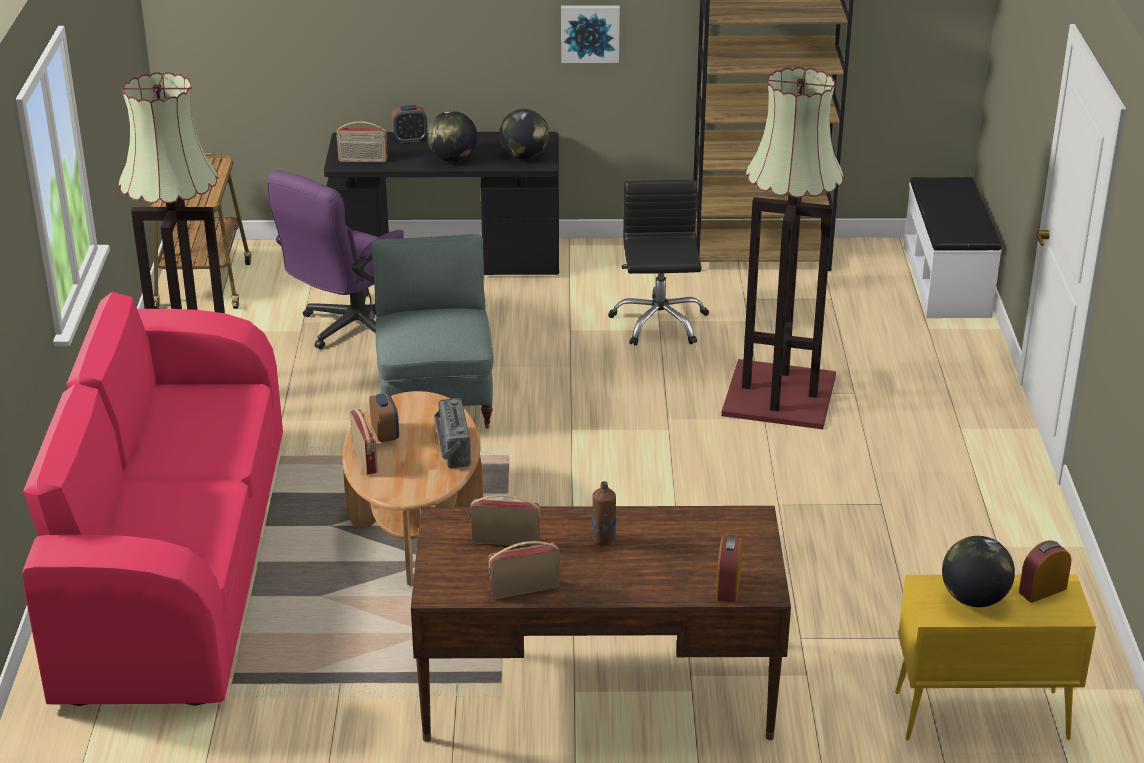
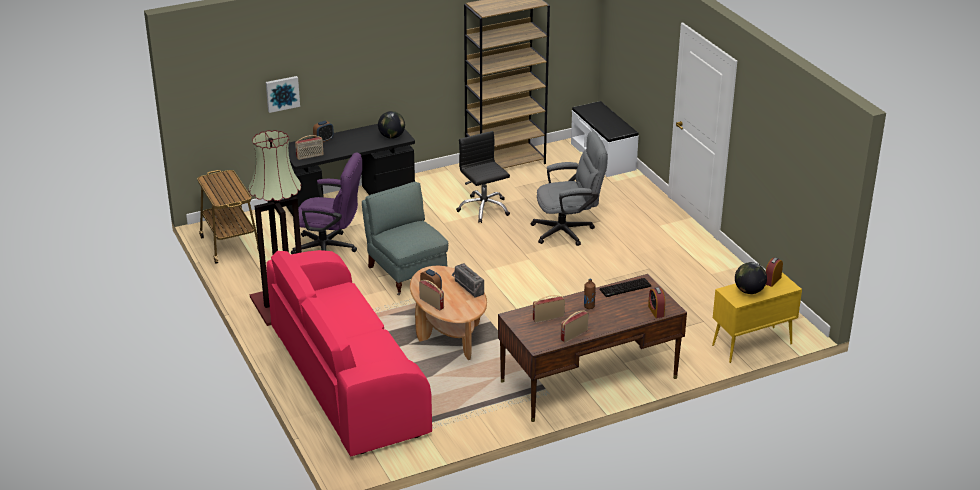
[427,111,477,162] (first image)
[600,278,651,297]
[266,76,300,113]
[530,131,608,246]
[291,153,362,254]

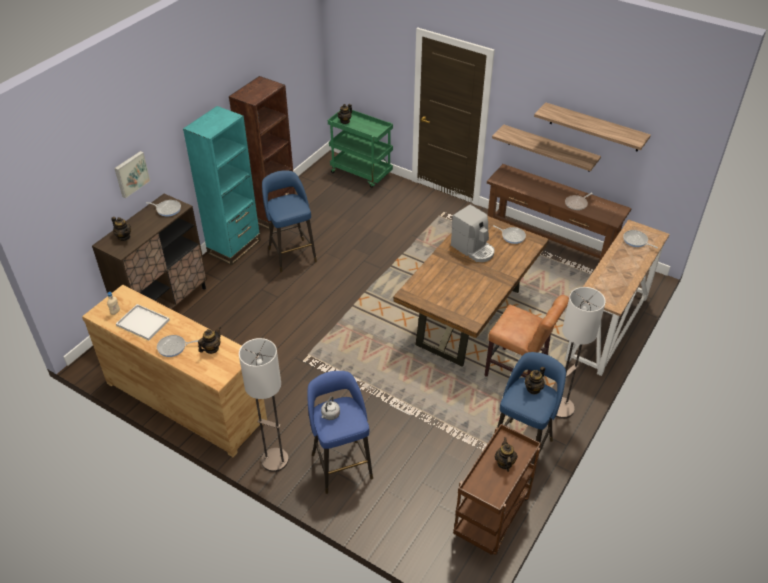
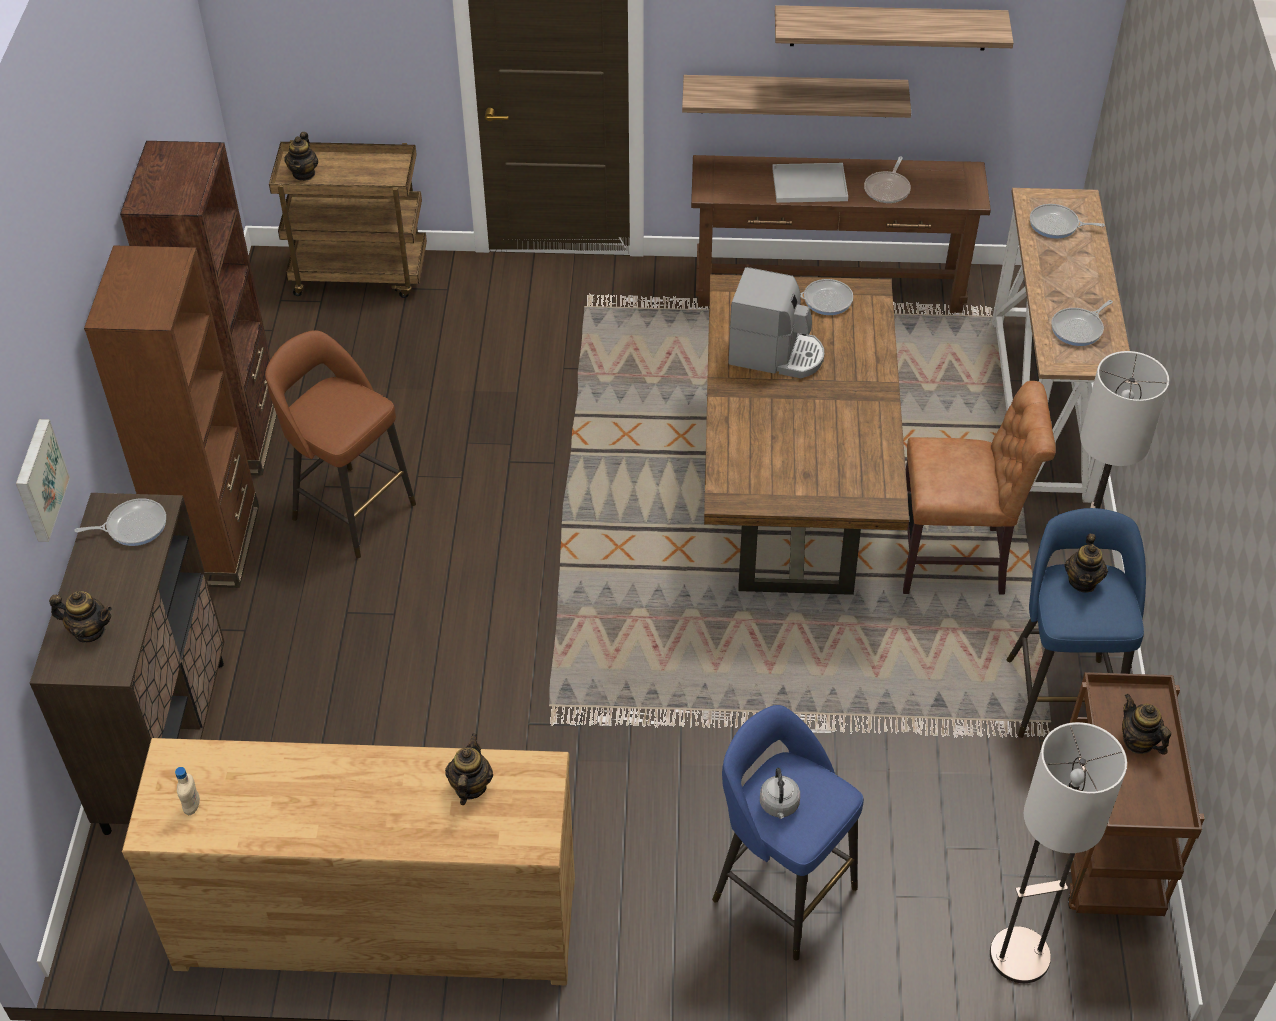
[772,163,848,203]
[1051,300,1113,346]
[990,722,1127,983]
[84,245,259,588]
[265,330,416,558]
[269,140,427,298]

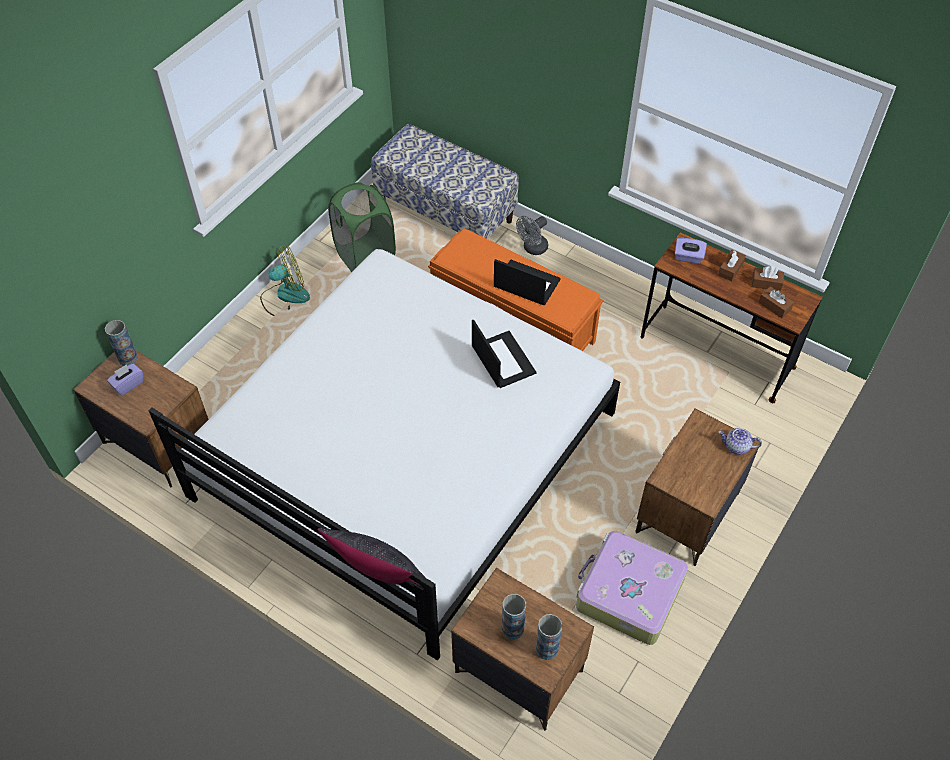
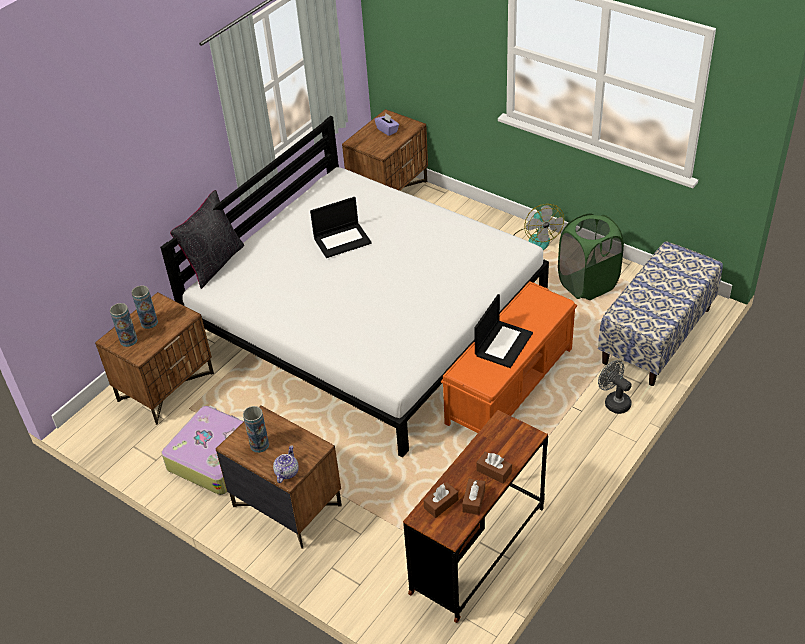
[675,238,707,264] (first image)
[243,406,269,453]
[310,197,371,258]

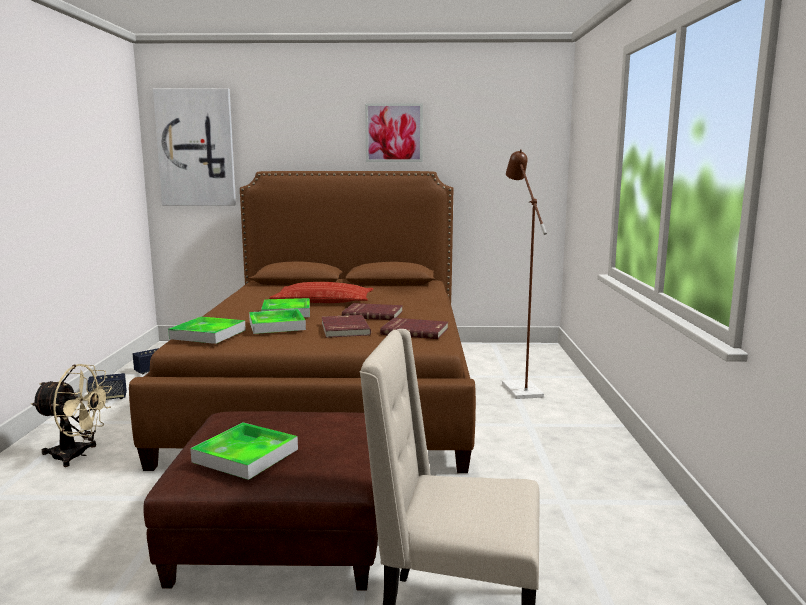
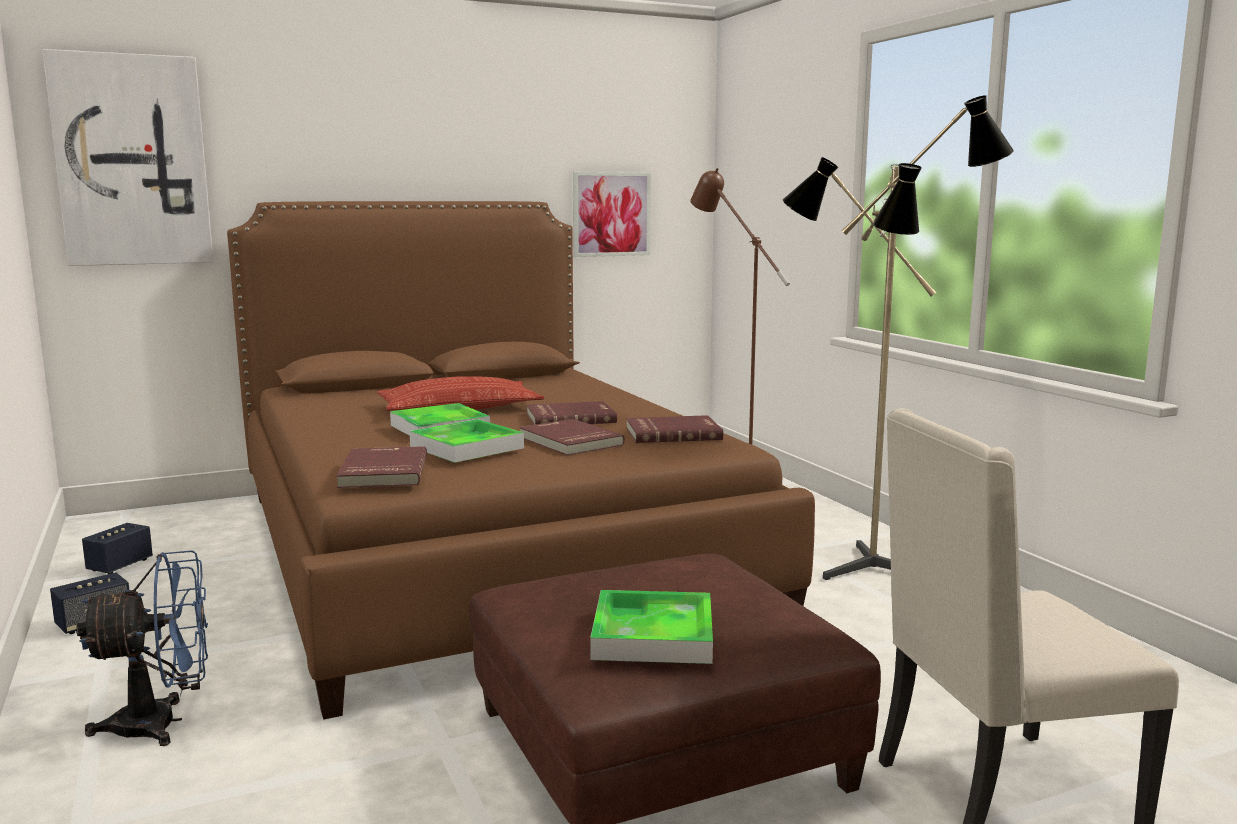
[782,95,1014,580]
[573,172,651,257]
[336,446,427,488]
[76,550,208,746]

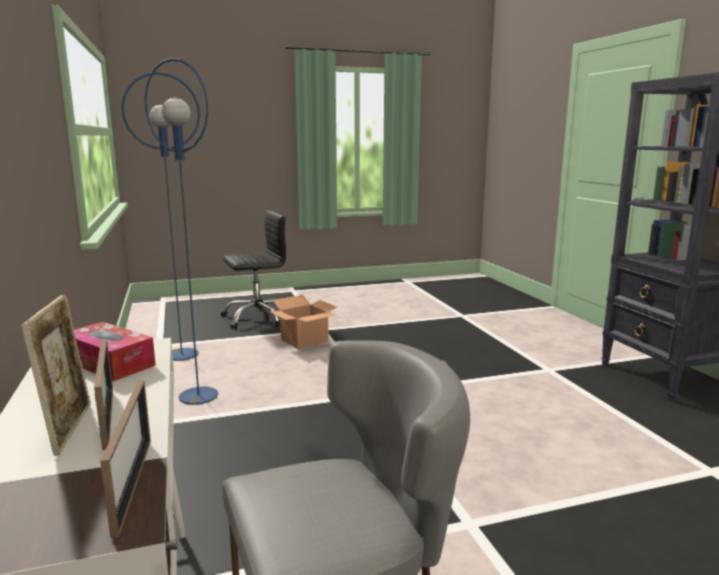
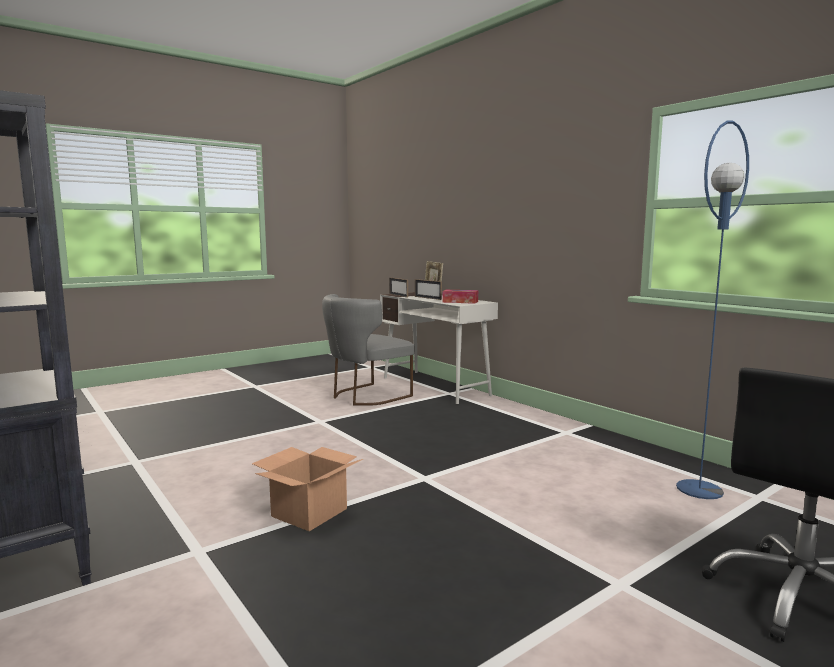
[144,58,218,405] (first image)
[252,447,363,531]

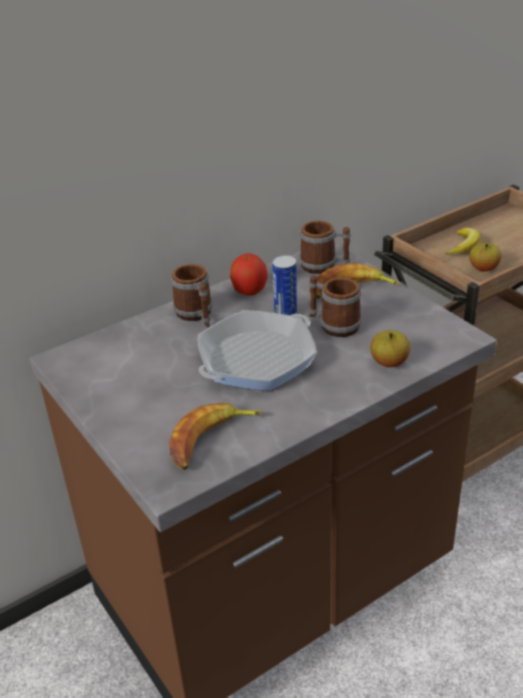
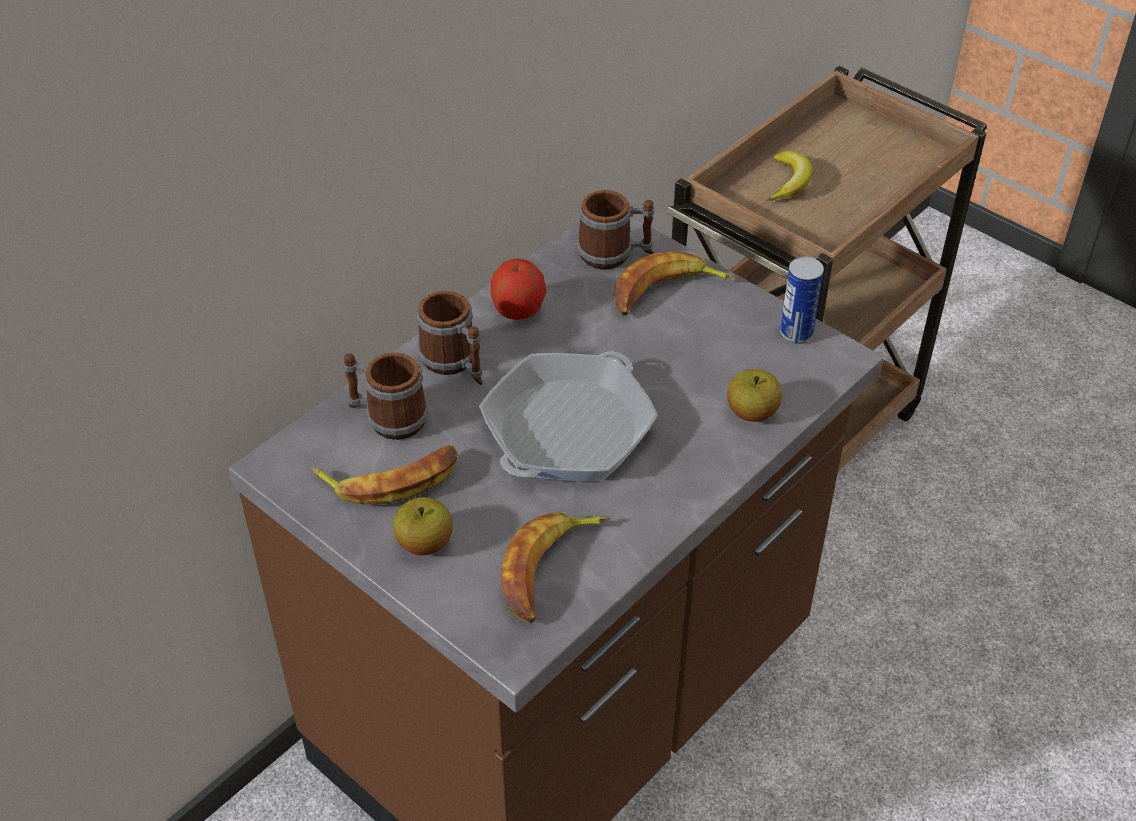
[311,445,457,505]
[780,256,824,344]
[343,352,428,440]
[393,497,453,555]

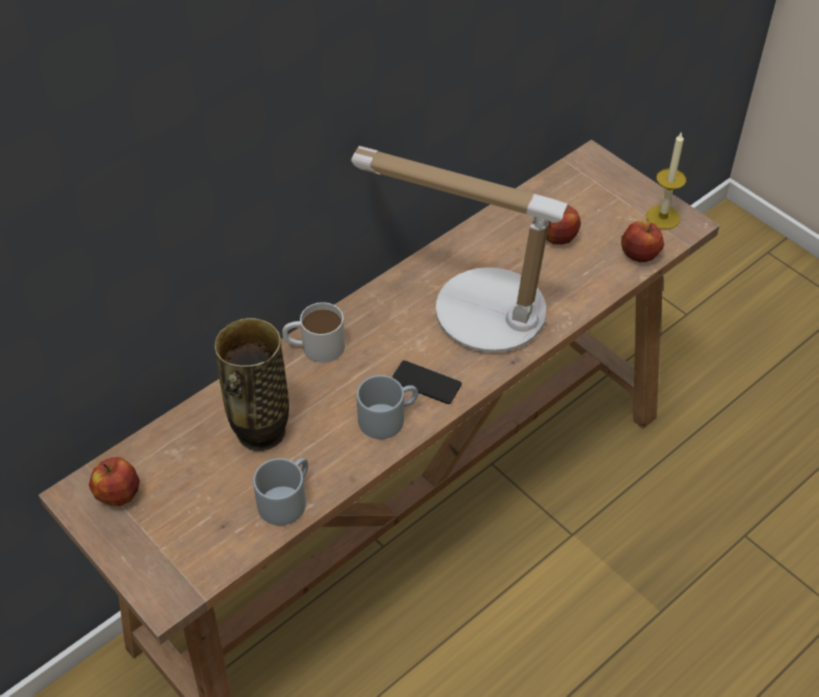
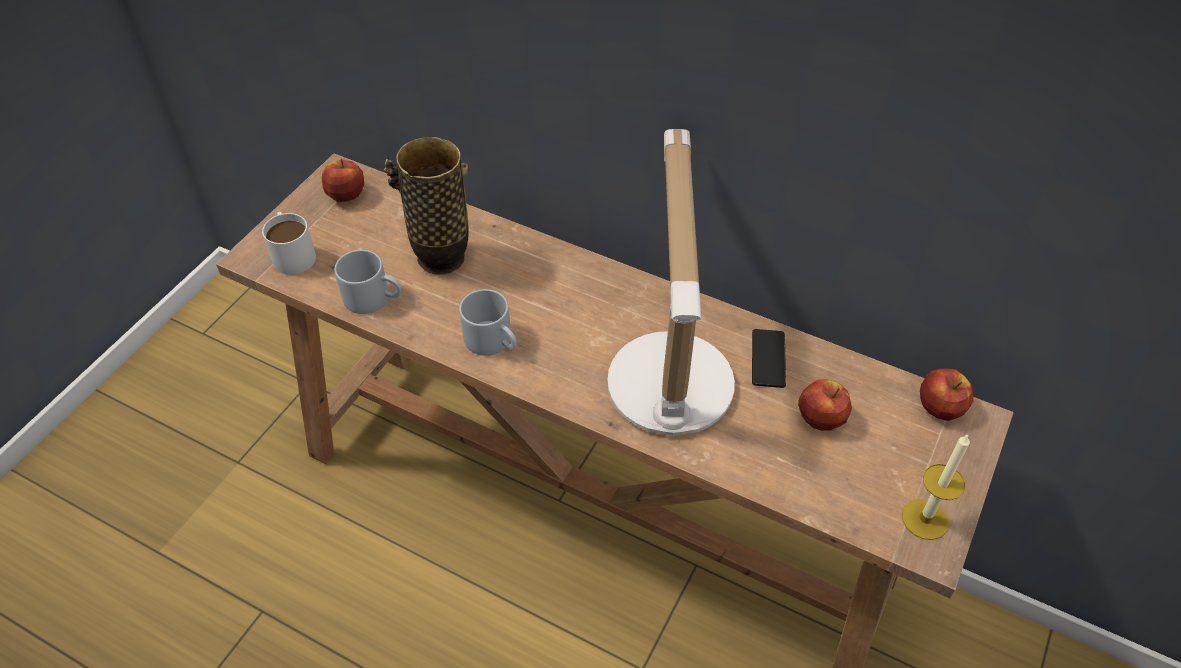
[262,212,316,275]
[752,329,786,388]
[920,368,973,421]

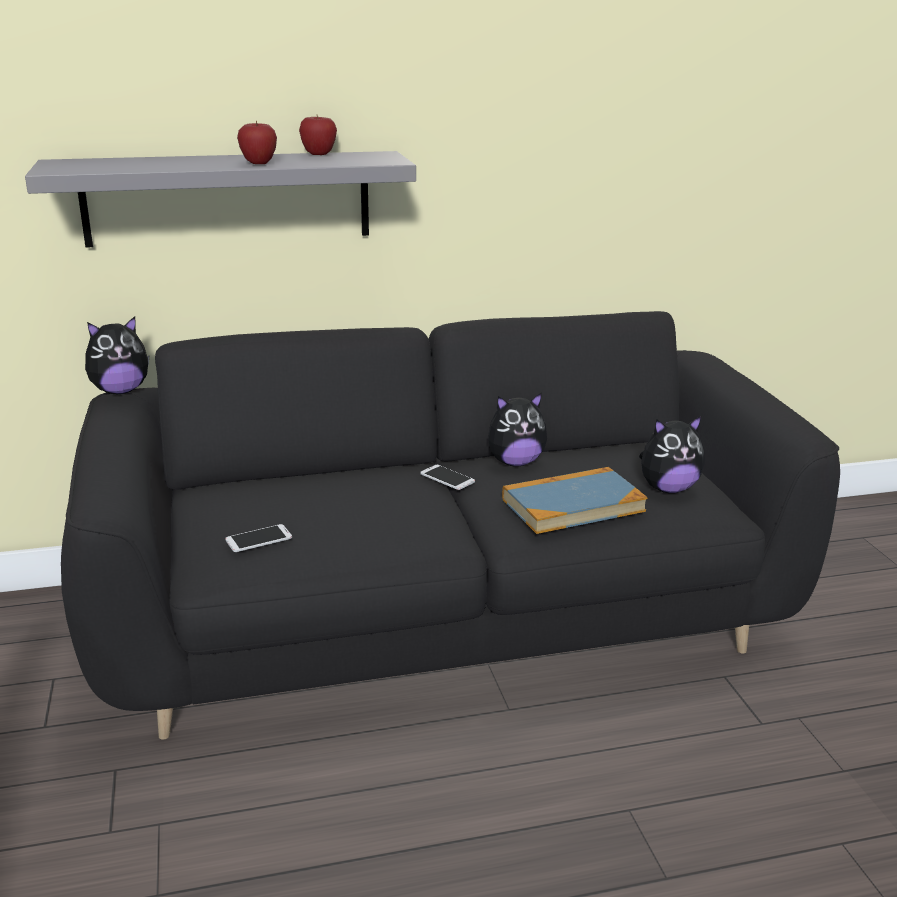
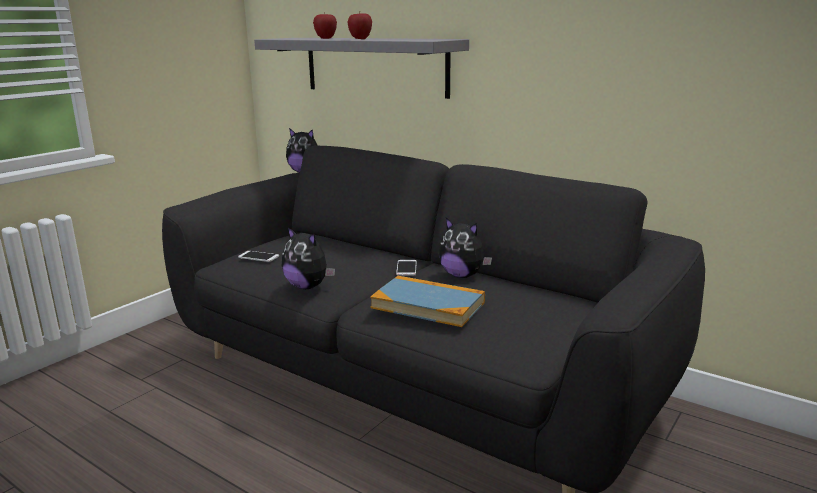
[313,14,337,39]
[282,227,335,289]

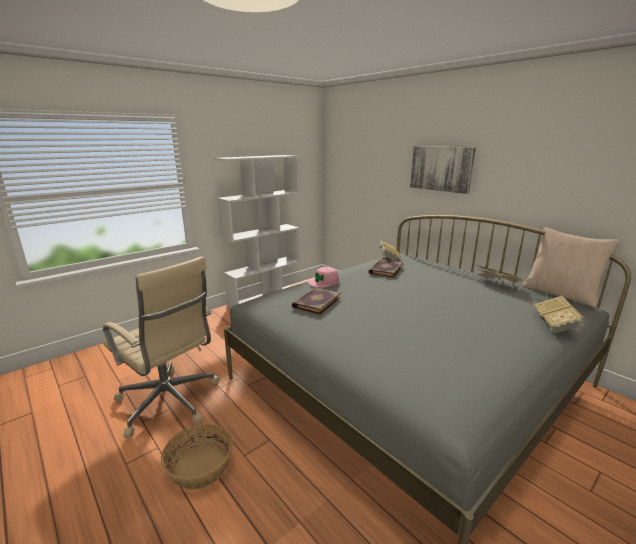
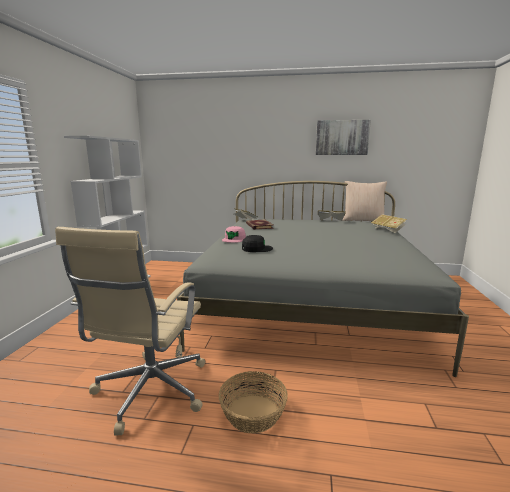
[316,120,371,155]
[242,235,273,252]
[55,227,206,436]

